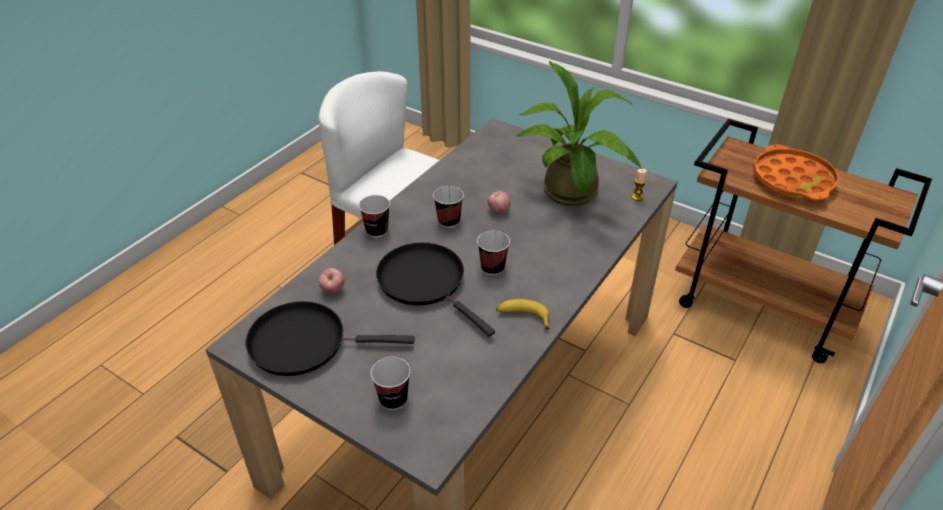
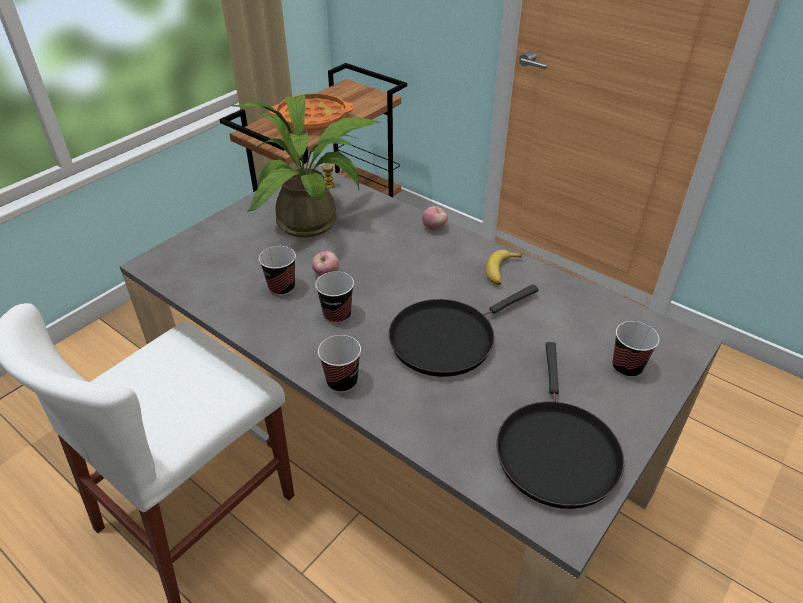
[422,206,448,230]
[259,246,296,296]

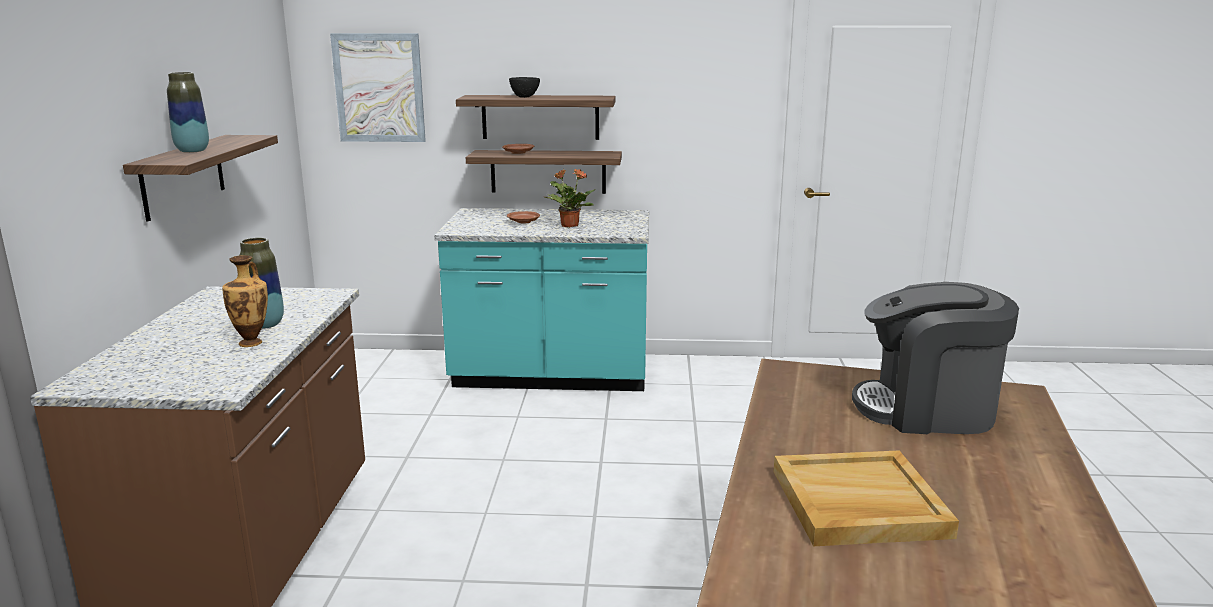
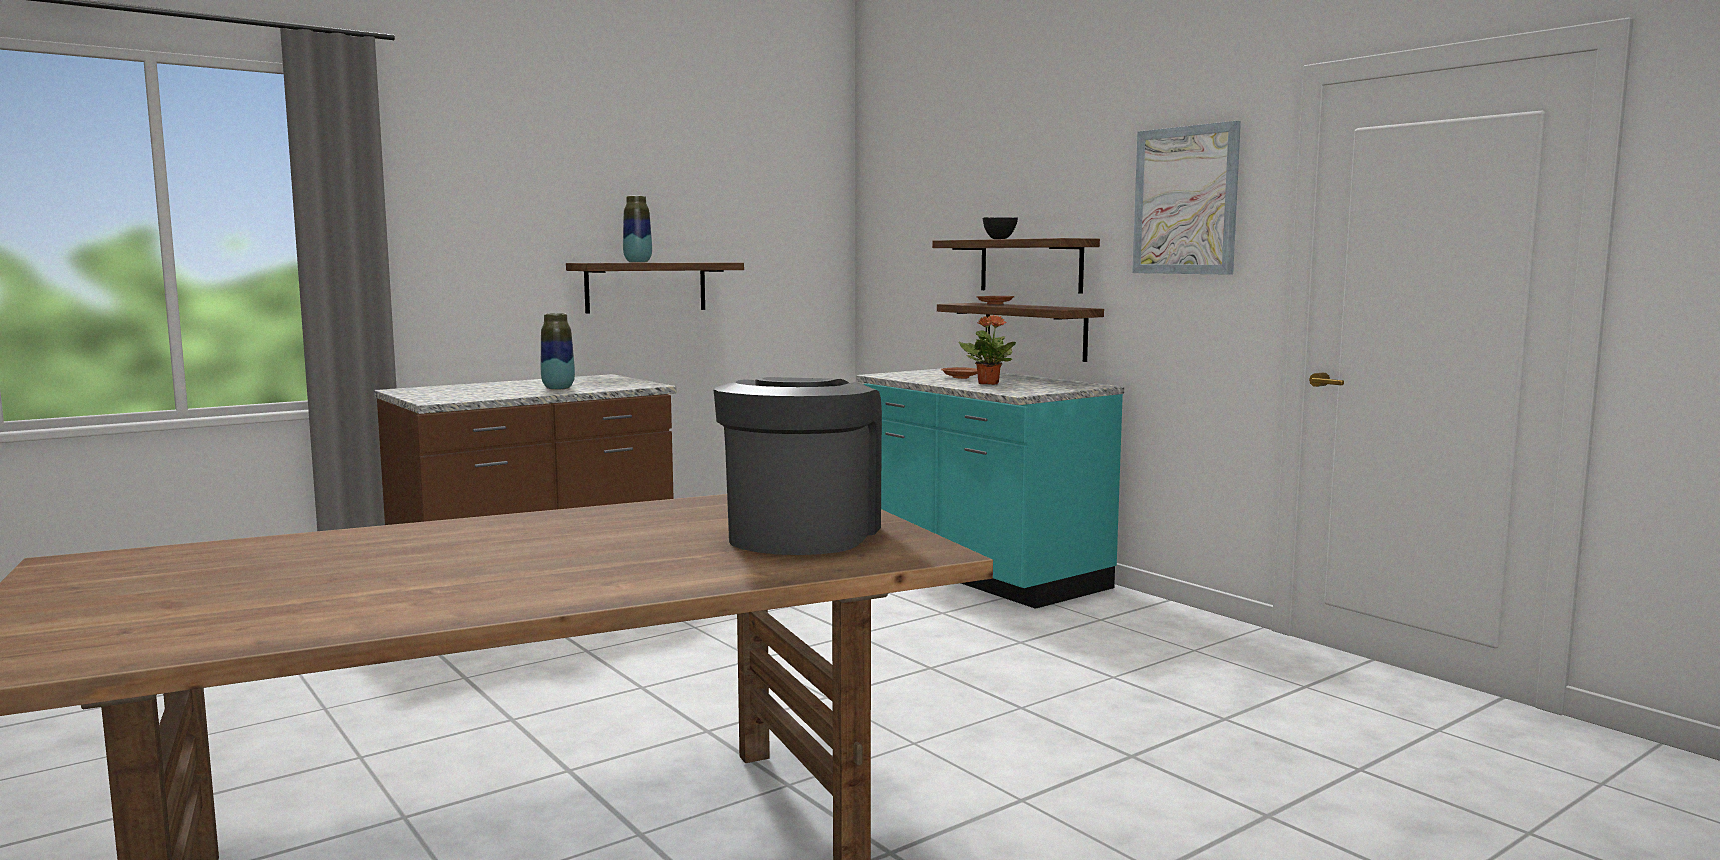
[222,255,268,347] (first image)
[774,450,959,546] (first image)
[1132,121,1241,275]
[713,377,882,555]

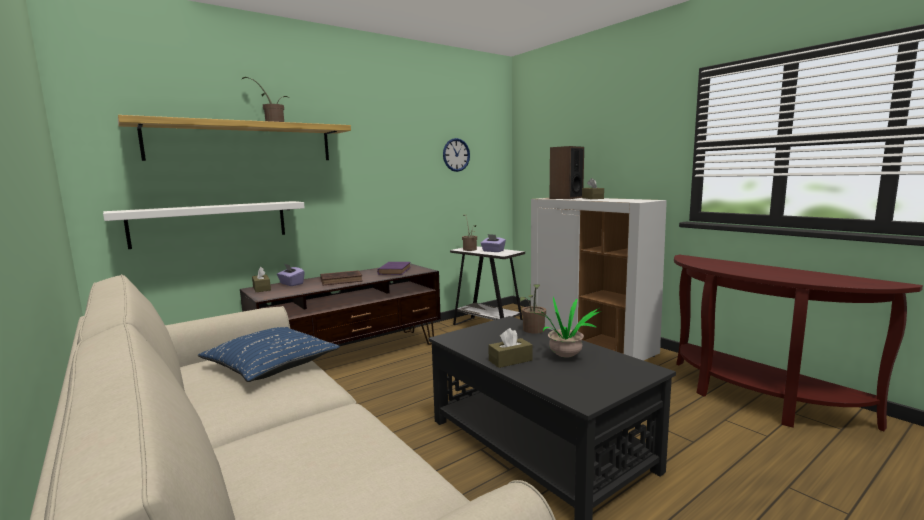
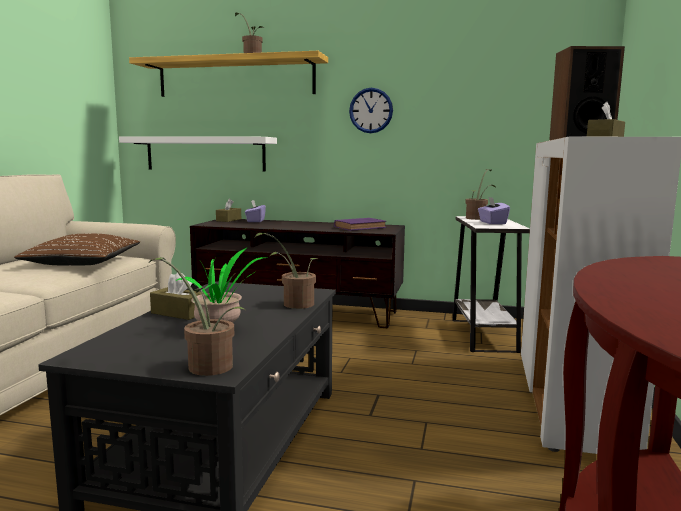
[320,270,363,285] (first image)
[149,257,247,376]
[349,88,393,133]
[14,234,140,265]

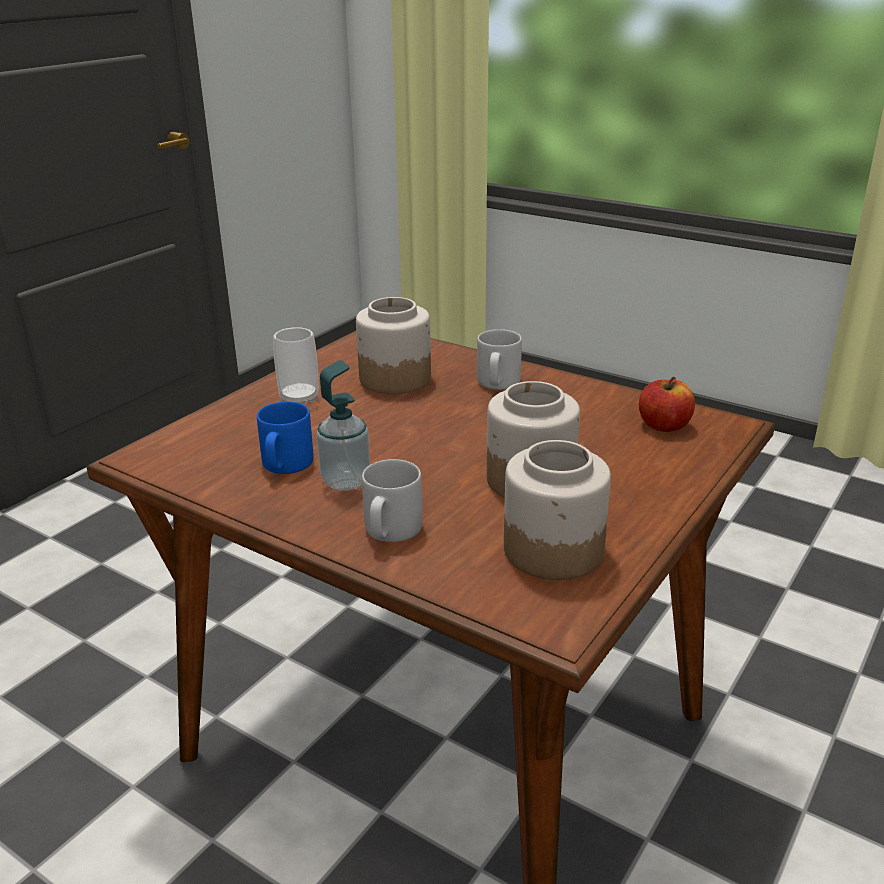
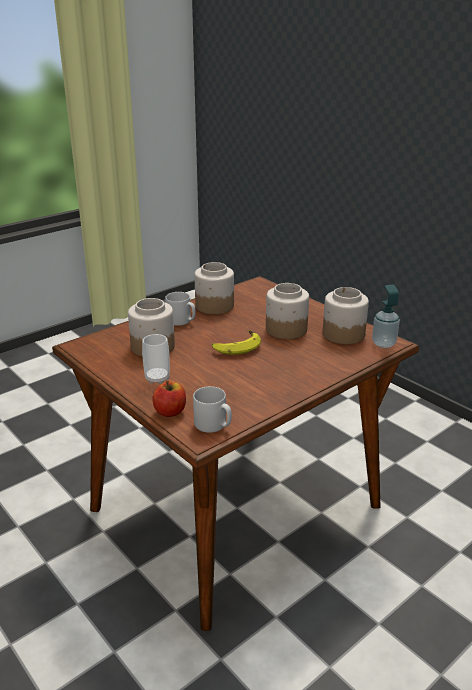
[257,401,314,474] (first image)
[194,262,234,314]
[212,330,261,355]
[372,285,400,348]
[193,386,232,433]
[152,381,186,417]

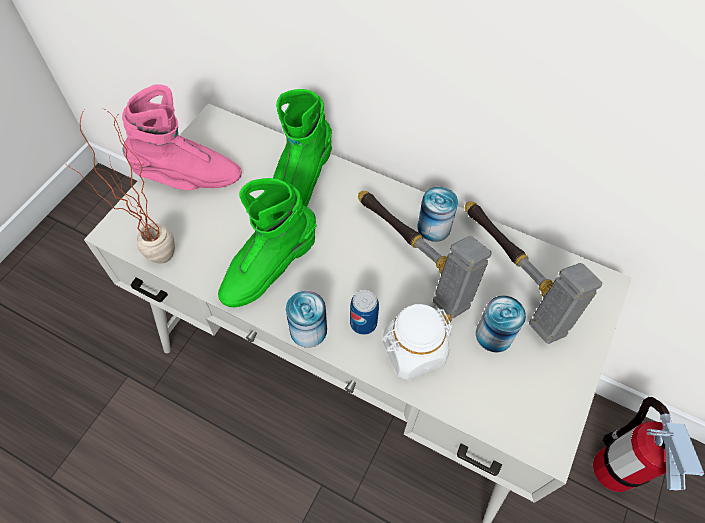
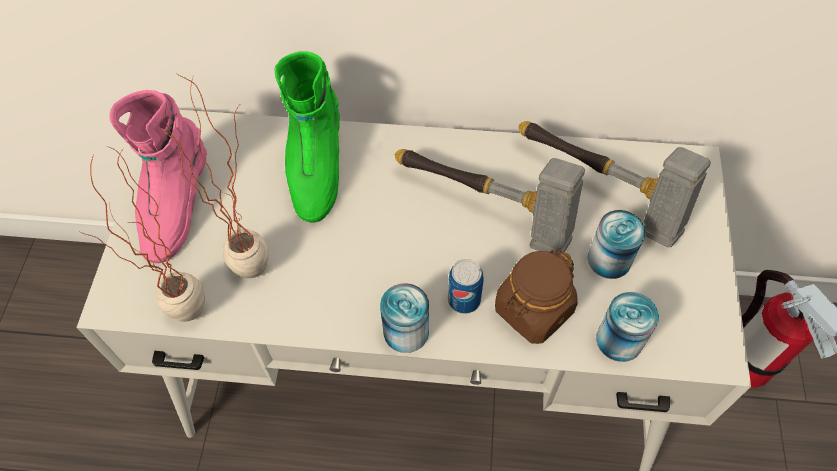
[218,178,317,307] (first image)
[159,73,269,278]
[596,292,659,362]
[495,249,578,344]
[109,90,207,263]

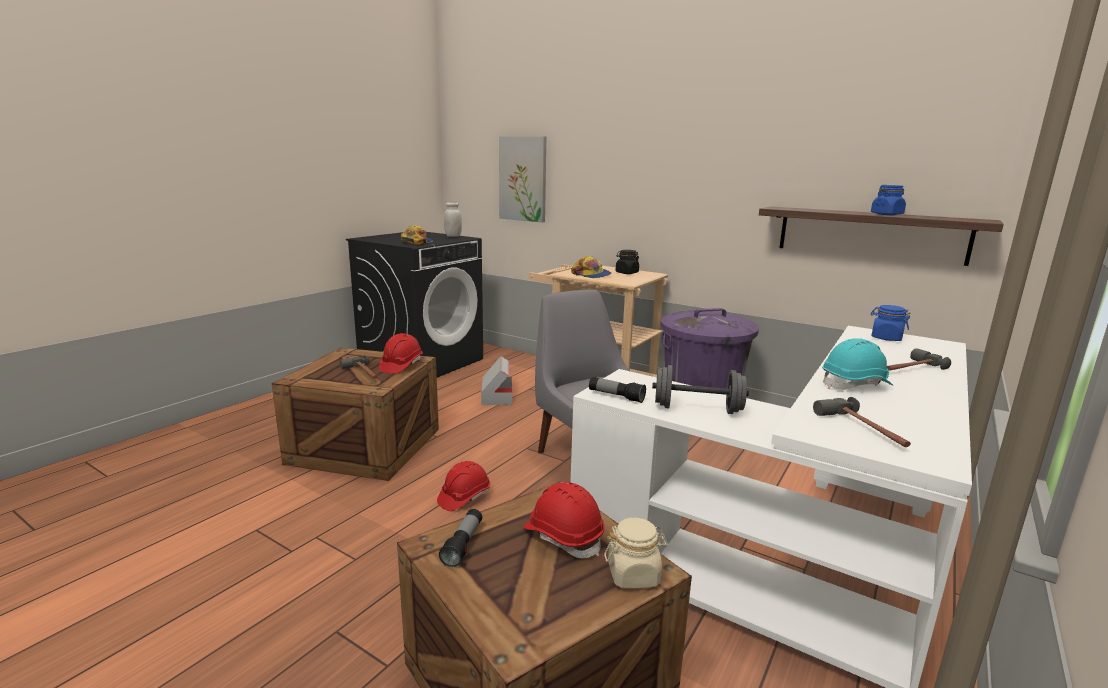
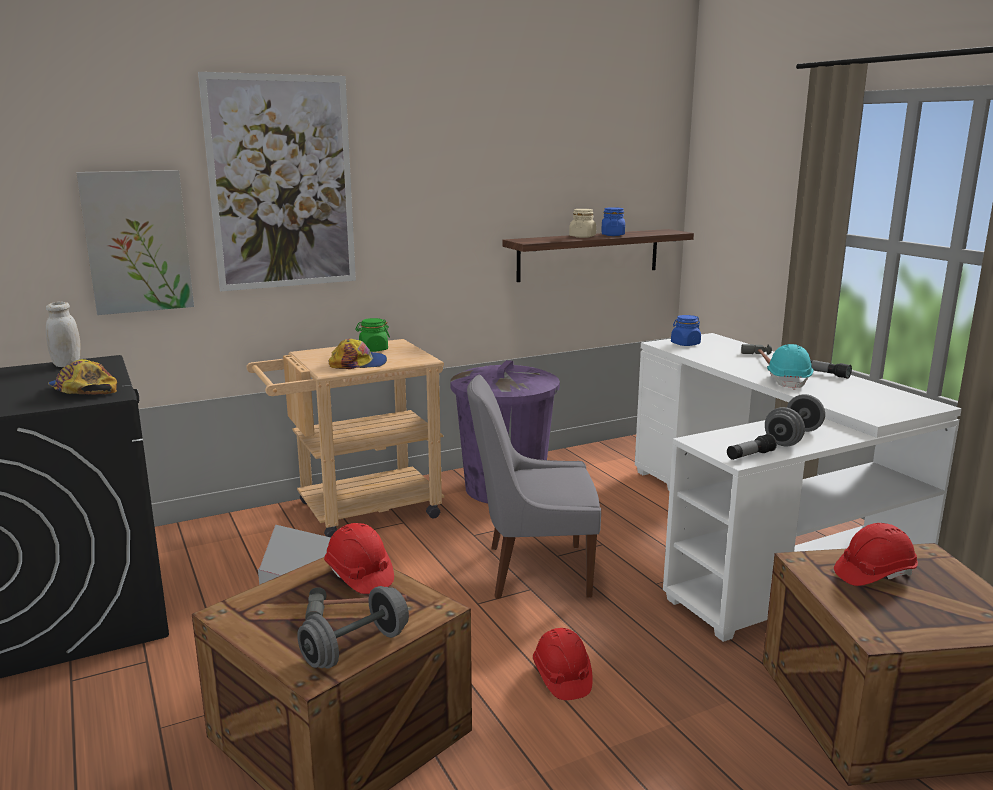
[813,397,911,447] (first image)
[198,72,356,291]
[297,586,409,669]
[810,360,852,379]
[569,209,596,238]
[355,318,390,352]

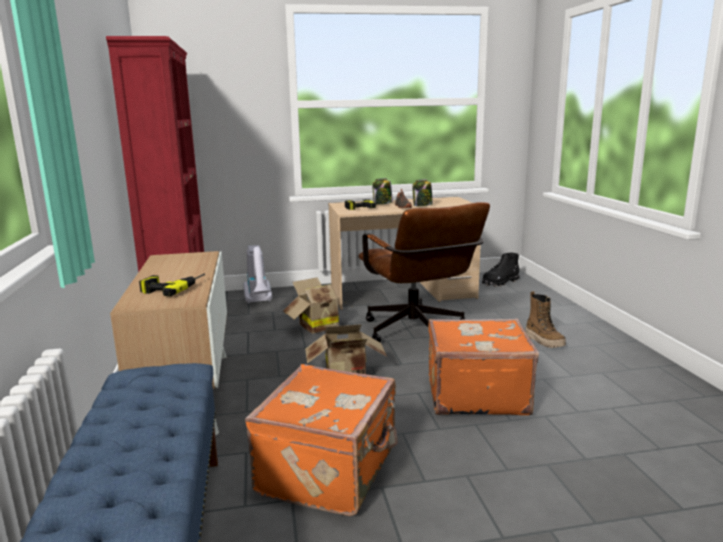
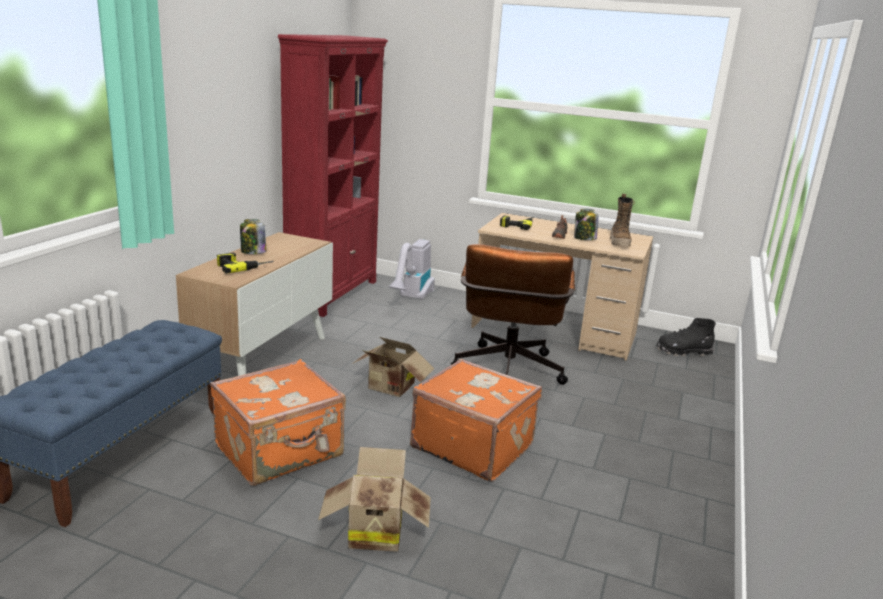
[318,447,431,552]
[240,219,266,254]
[610,194,635,247]

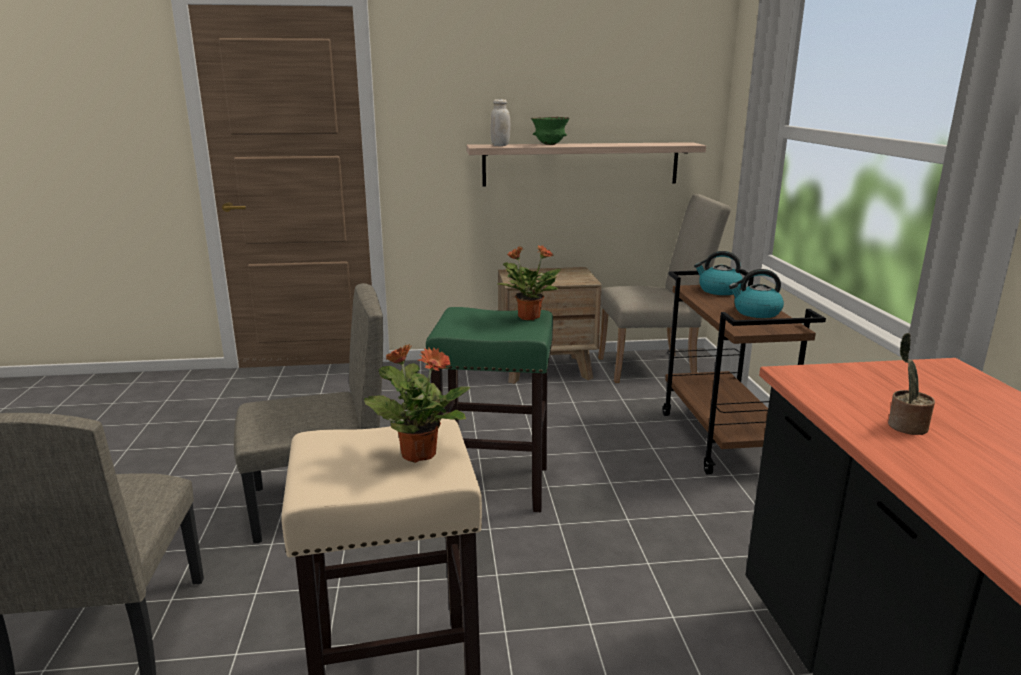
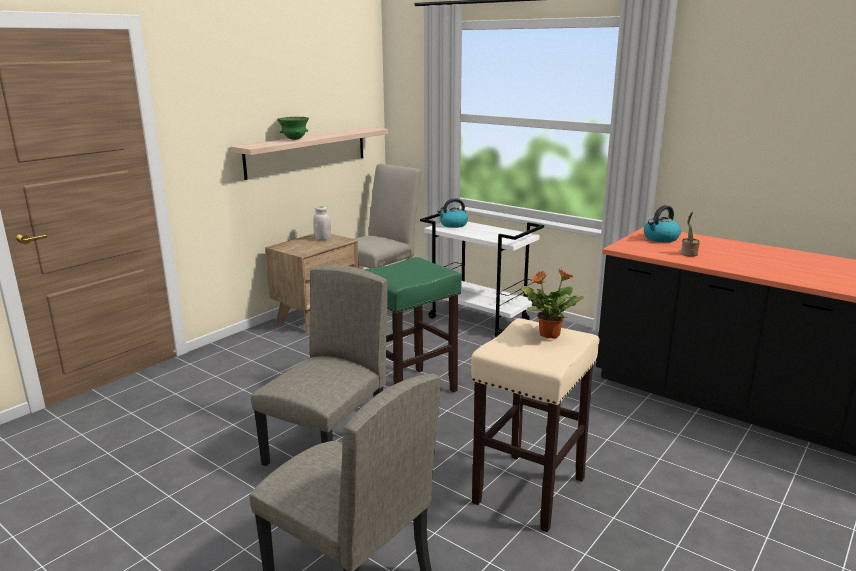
[497,245,561,320] (first image)
[313,206,331,241]
[644,205,681,242]
[420,211,544,337]

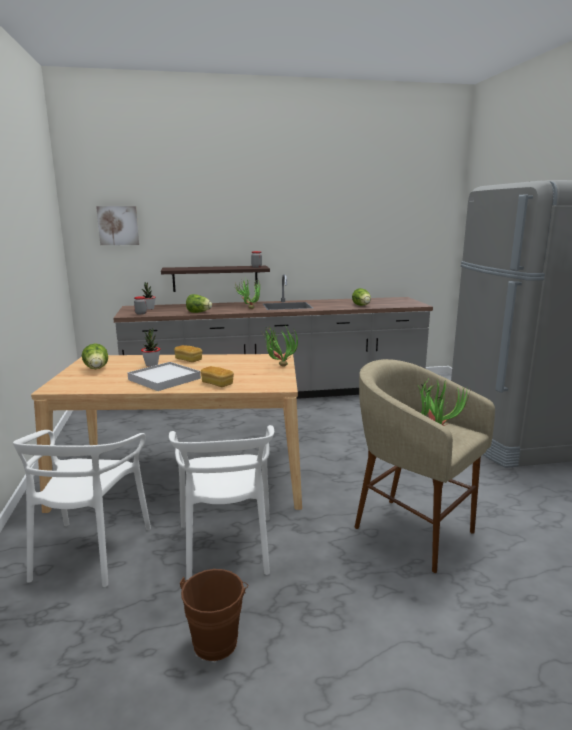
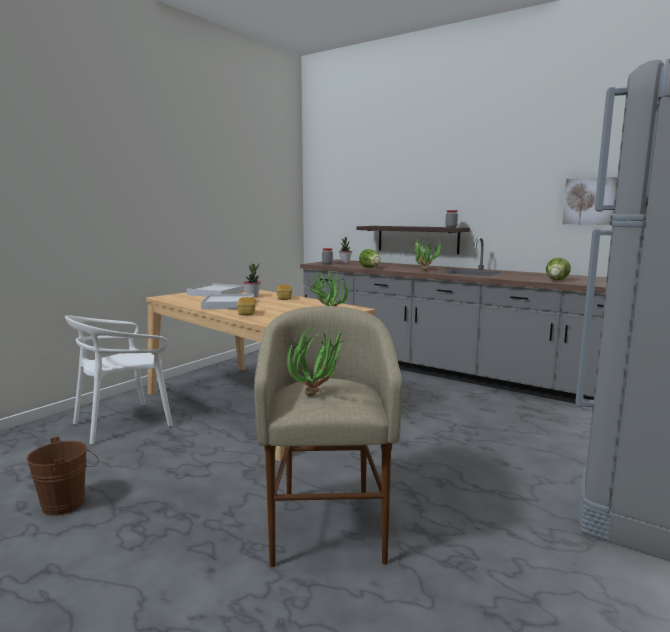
[169,425,274,580] (first image)
[562,177,617,225]
[187,283,245,296]

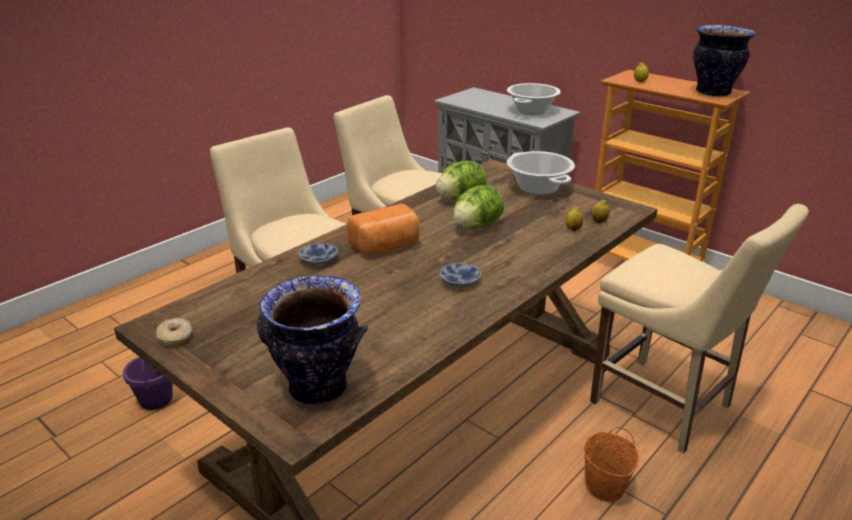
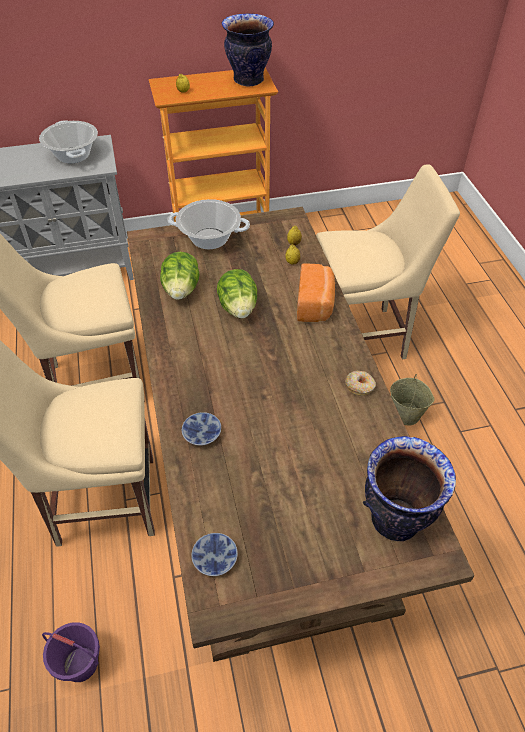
[345,371,376,396]
[297,263,335,322]
[192,533,238,576]
[390,374,435,426]

